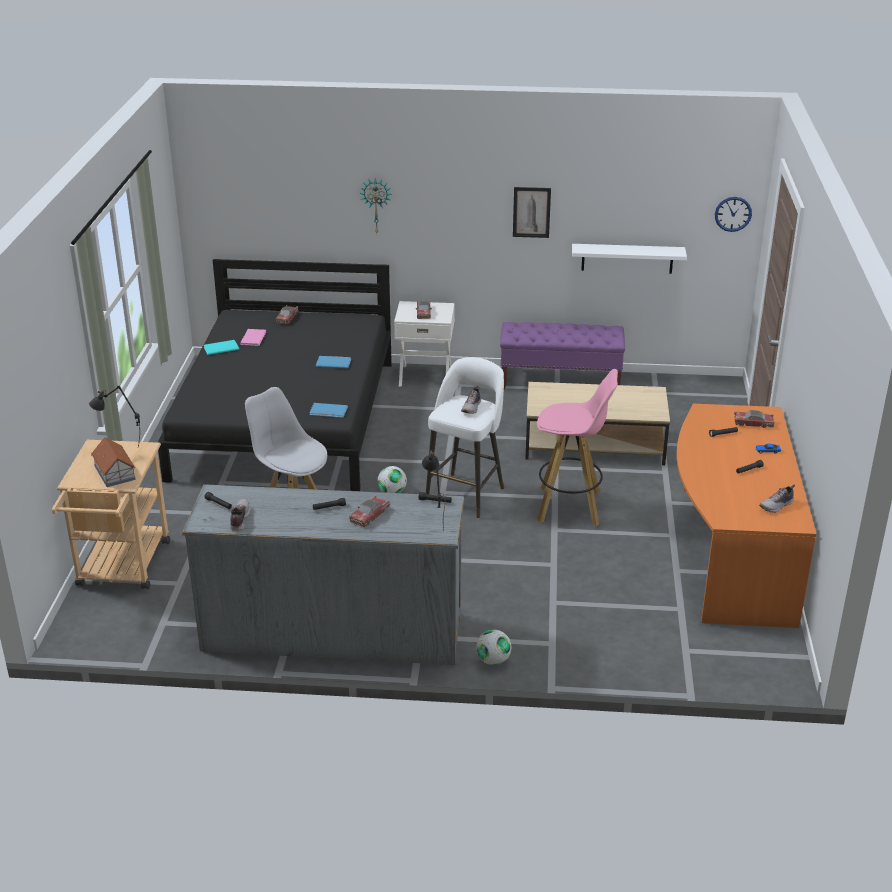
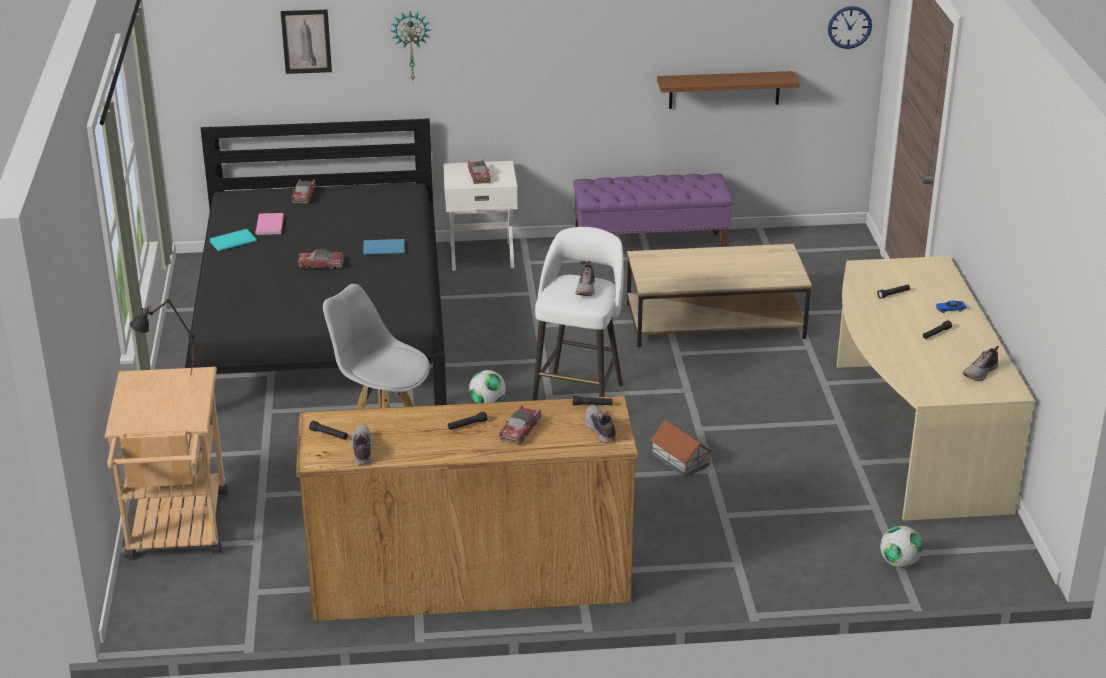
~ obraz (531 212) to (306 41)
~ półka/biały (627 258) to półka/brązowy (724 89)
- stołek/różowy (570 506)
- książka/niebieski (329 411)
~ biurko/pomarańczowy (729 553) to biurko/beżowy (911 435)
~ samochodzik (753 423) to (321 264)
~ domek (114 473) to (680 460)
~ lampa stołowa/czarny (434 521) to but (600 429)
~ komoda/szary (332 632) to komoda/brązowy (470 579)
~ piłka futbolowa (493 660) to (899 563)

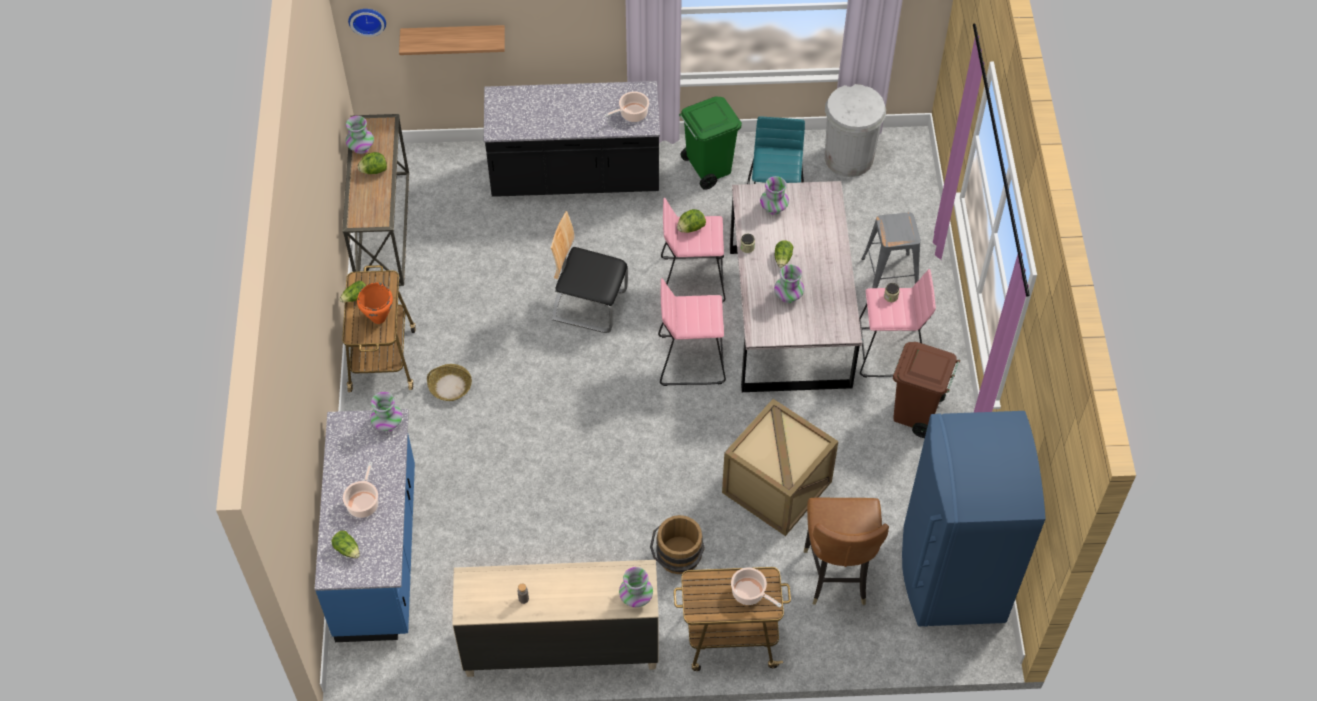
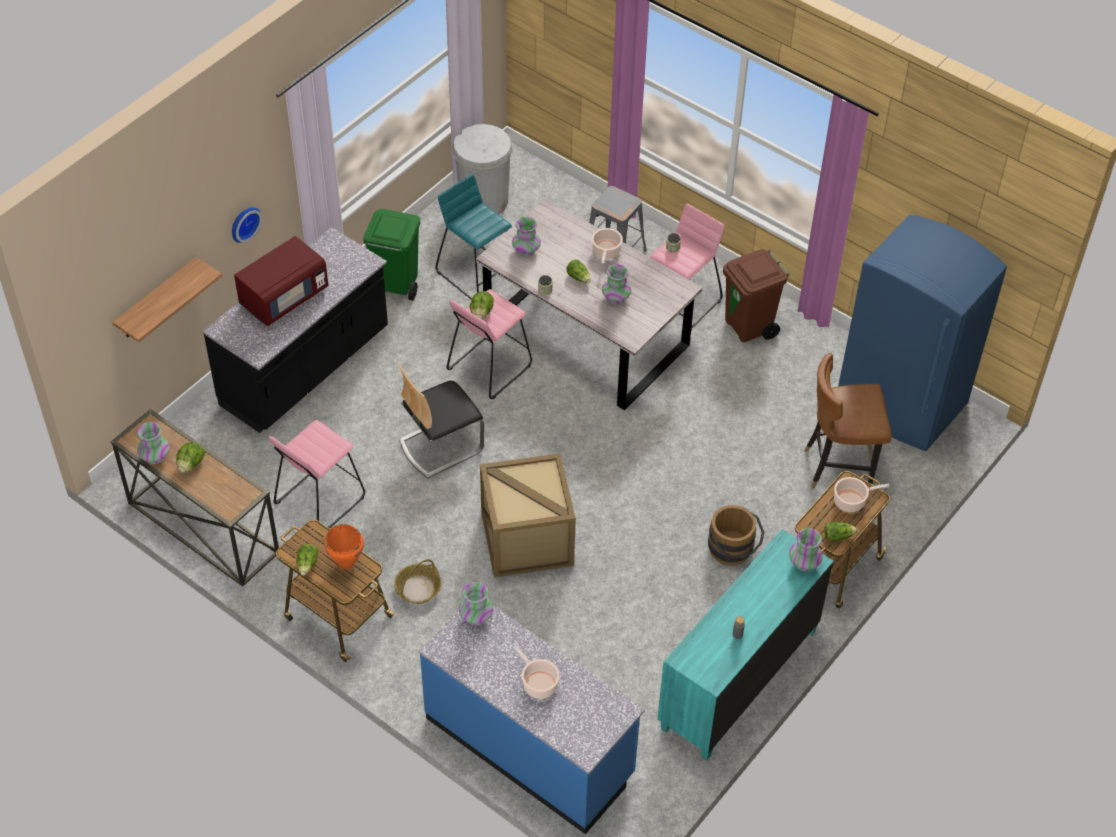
~ zegar ścienny (367 19) to (243 223)
~ garnek (632 114) to (606 252)
~ stołek/różowy (691 359) to (319 500)
~ skrzynka (778 487) to (528 537)
~ krzesło/brązowy (837 575) = (838 467) 135 degrees clockwise
~ sałata (347 549) to (838 536)
~ komoda/beżowy (560 646) to komoda/turkusowy (737 679)
+ mikrofalówka/czerwony (284 297)

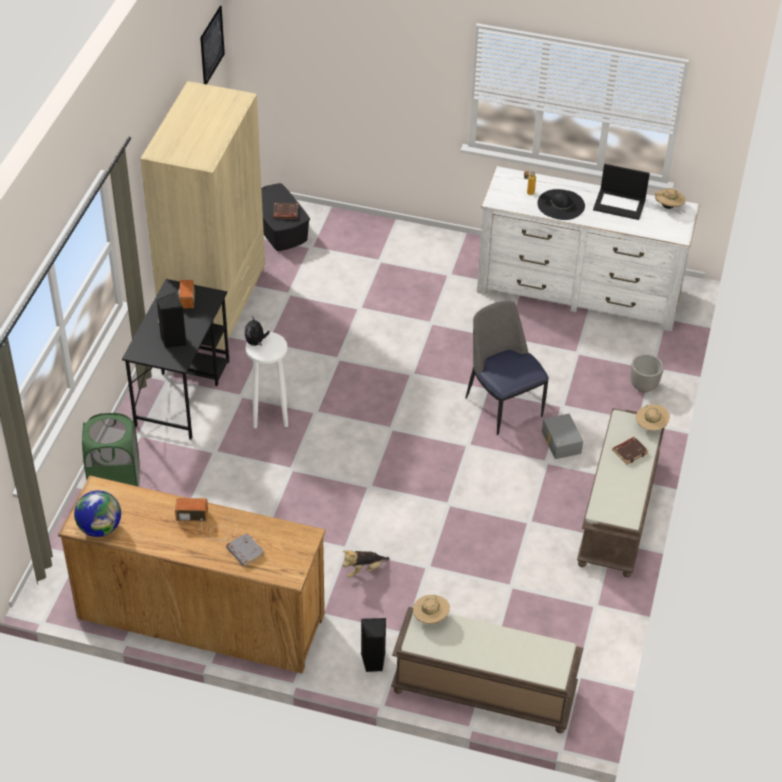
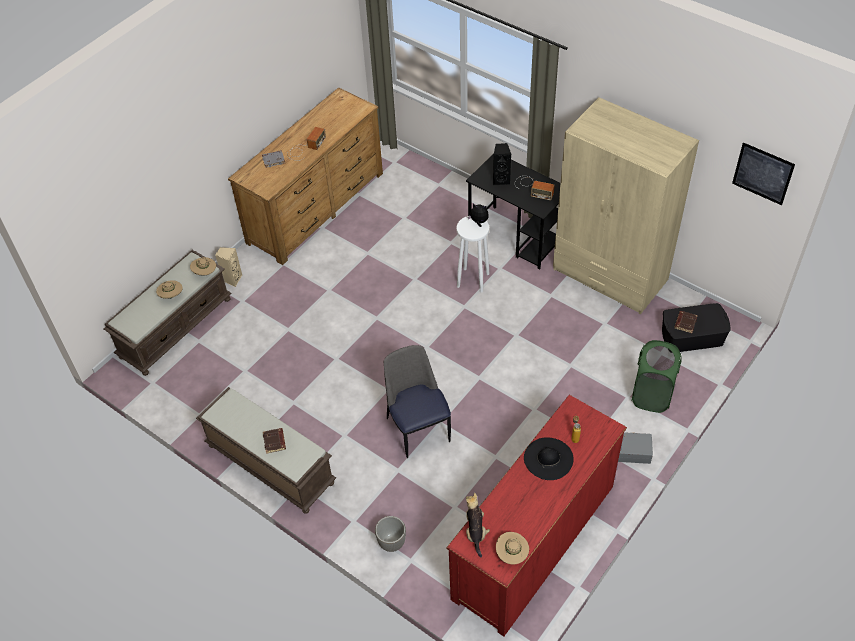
- laptop (620 204)
~ komoda/biały (579 291) to komoda/czerwony (534 541)
~ krzesło (503 405) = (418 428) 105 degrees counterclockwise
~ kapelusz/beżowy (650 426) to (171 295)
~ kosz na pranie/zielony (115 482) to (651 395)
~ pojemnik do przechowywania/szary (560 442) to (632 451)
- globus (100 528)
~ pluszak (363 570) to (475 531)
~ głośnik/czarny (373 661) to głośnik/beżowy (232 279)

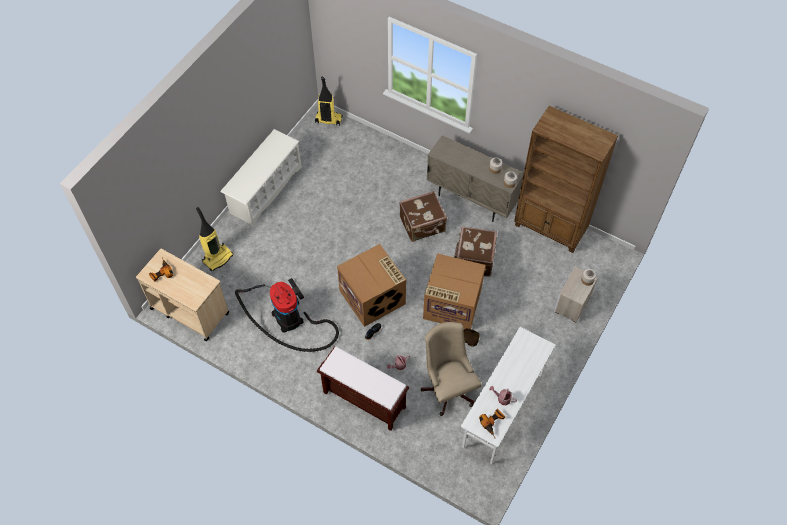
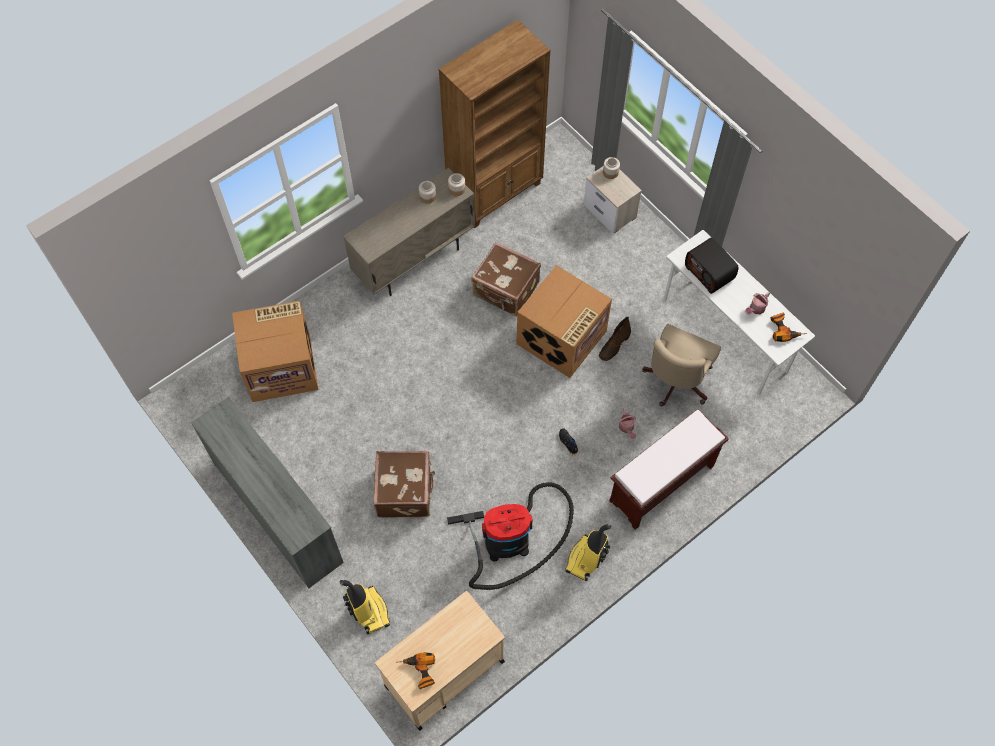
~ odkurzacz (328 120) to (586 559)
~ regał na buty/biały (265 190) to komoda/szary (278 511)
~ walizka/brązowy (423 225) to (405 491)
~ karton (373 297) to (282 365)
~ krzesło biurowe/beżowy (448 387) = (674 382) 60 degrees counterclockwise
+ radio (710 272)

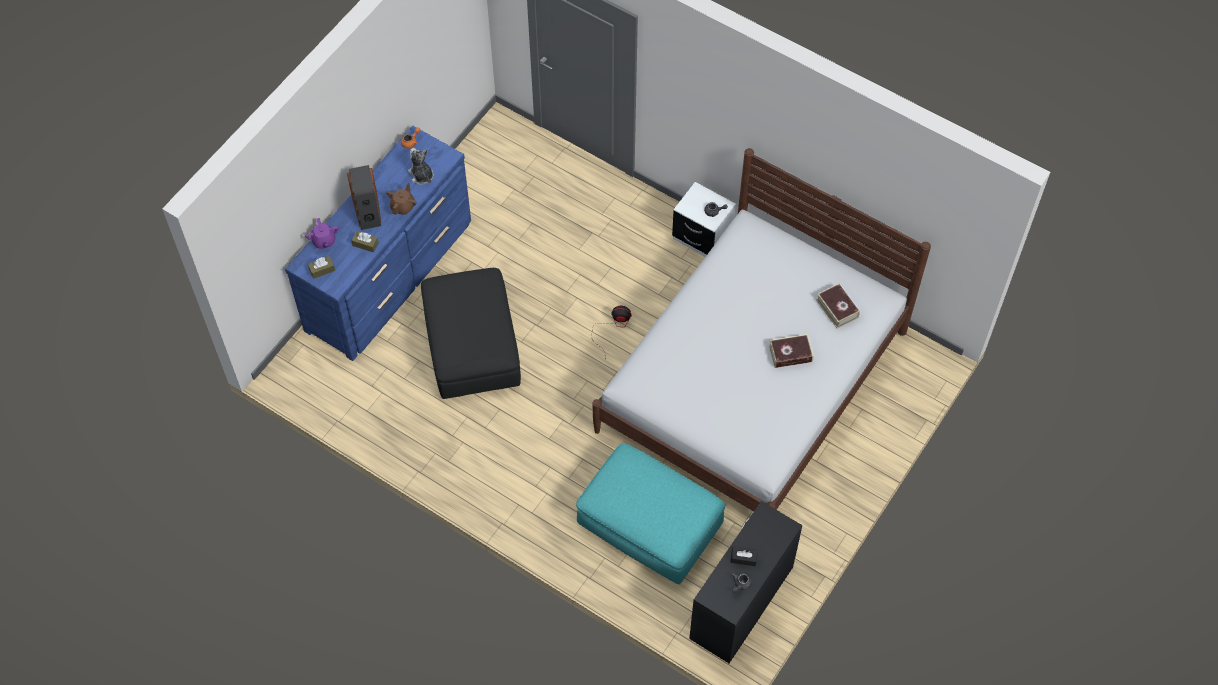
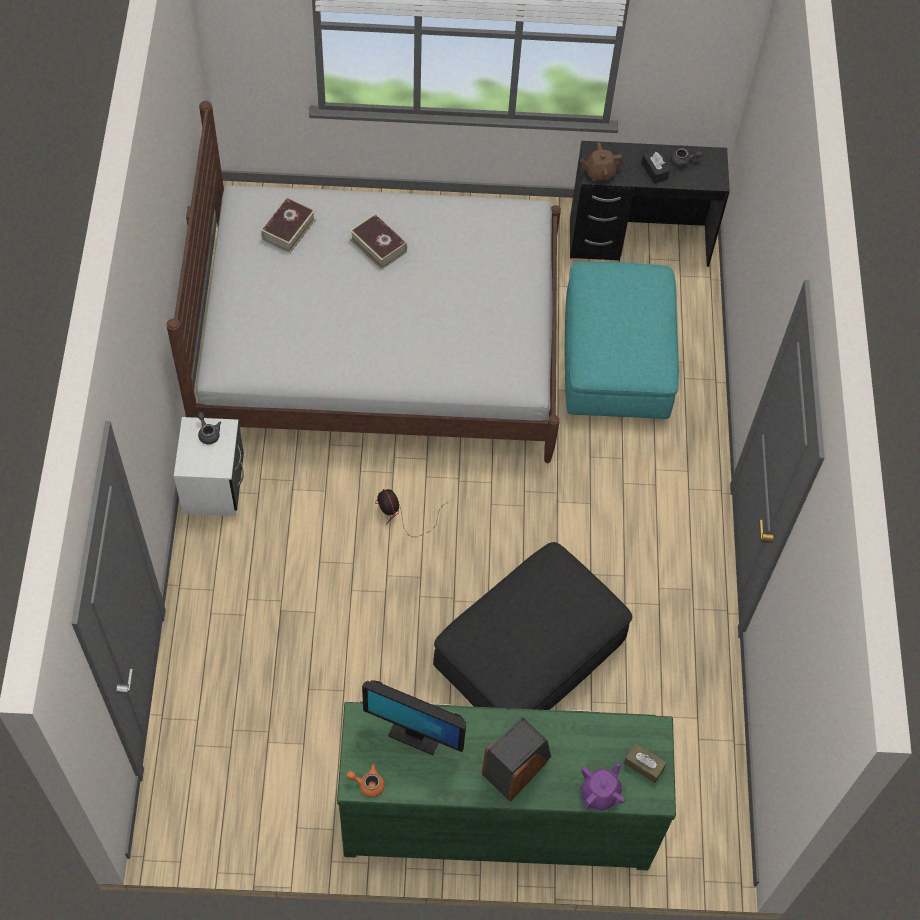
~ komoda/niebieski (390 275) to komoda/zielony (496 815)
~ pluszak (421 175) to monitor (415 734)
~ imbryk/brązowy (403 206) to (599 172)
- pudełko chusteczek/brązowy (365 244)

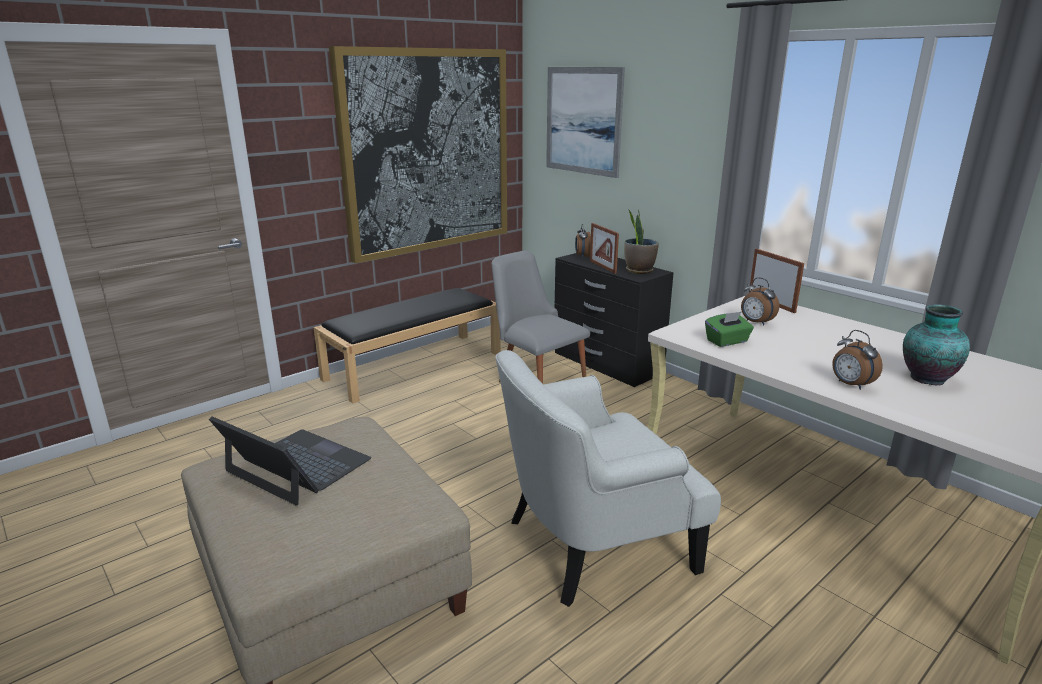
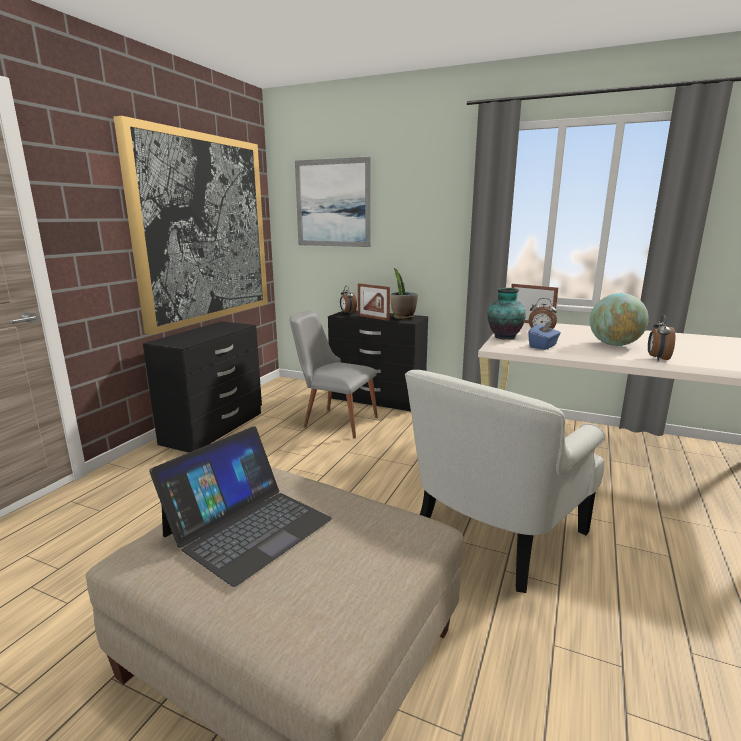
~ ławka/czarny (415 365) to komoda/czarny (215 428)
~ wazon (926 379) to (503 337)
~ pudełko chusteczek/zielony (727 341) to pudełko chusteczek/niebieski (543 346)
~ budzik (850 385) = (657 358) 75 degrees clockwise
~ laptop (297 466) = (248 527) 120 degrees clockwise
+ globus (614 345)

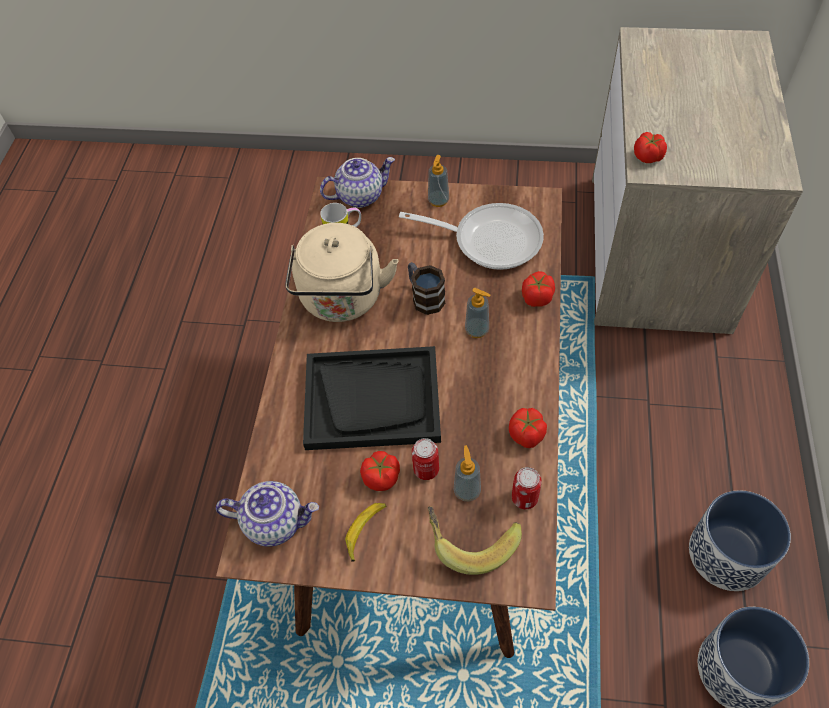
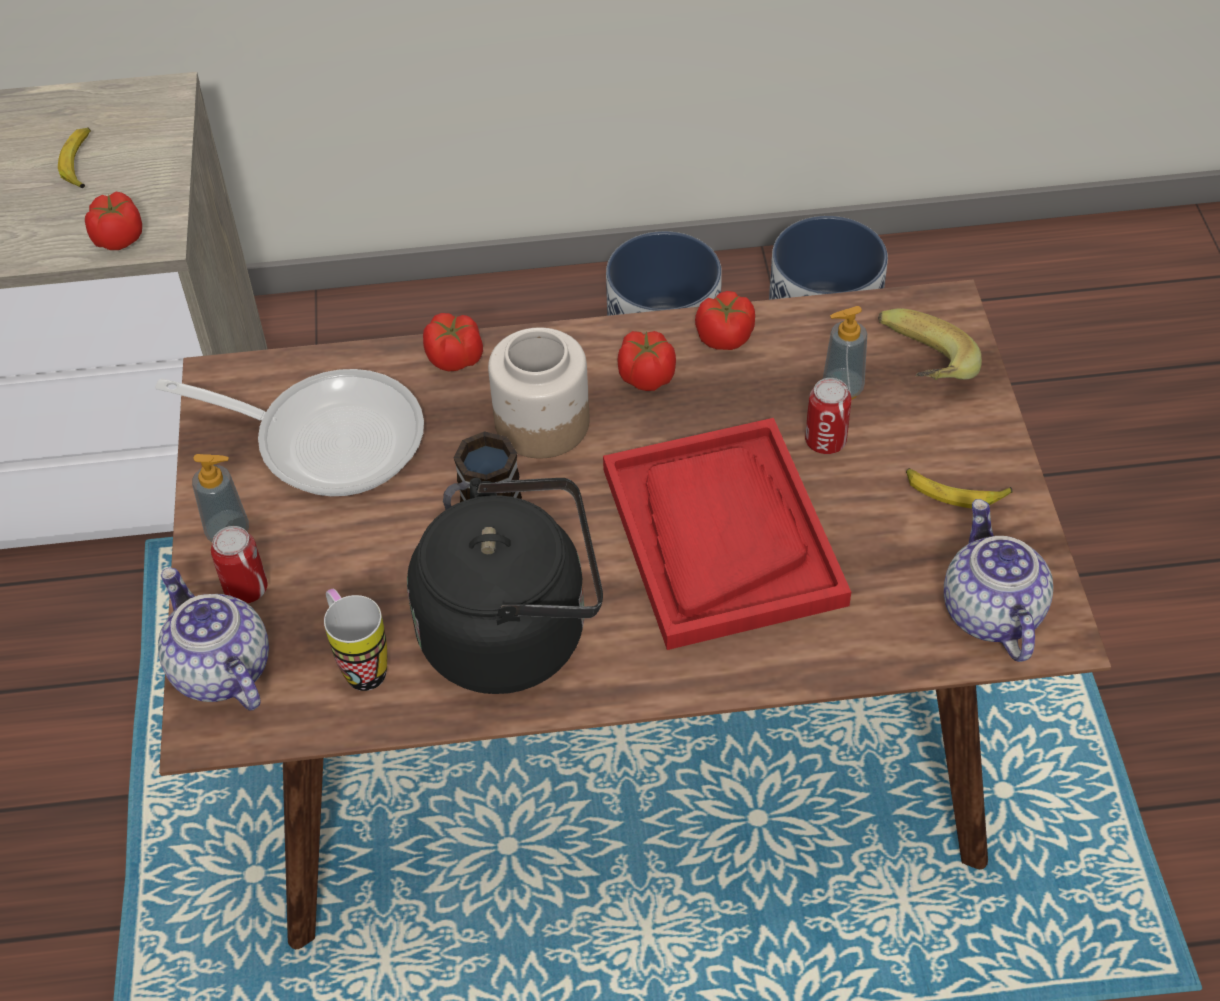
~ patelnia (489 239) = (327 438) 105 degrees clockwise
~ czajnik/beżowy (342 301) to czajnik/czarny (515 632)
~ dozownik mydła (477 330) to słoik (541 424)
~ taca/czarny (373 399) to taca/czerwony (721 535)
~ pomidor (381 477) to (646 376)
~ puszka (524 498) to (246 589)
+ banan (80 163)

